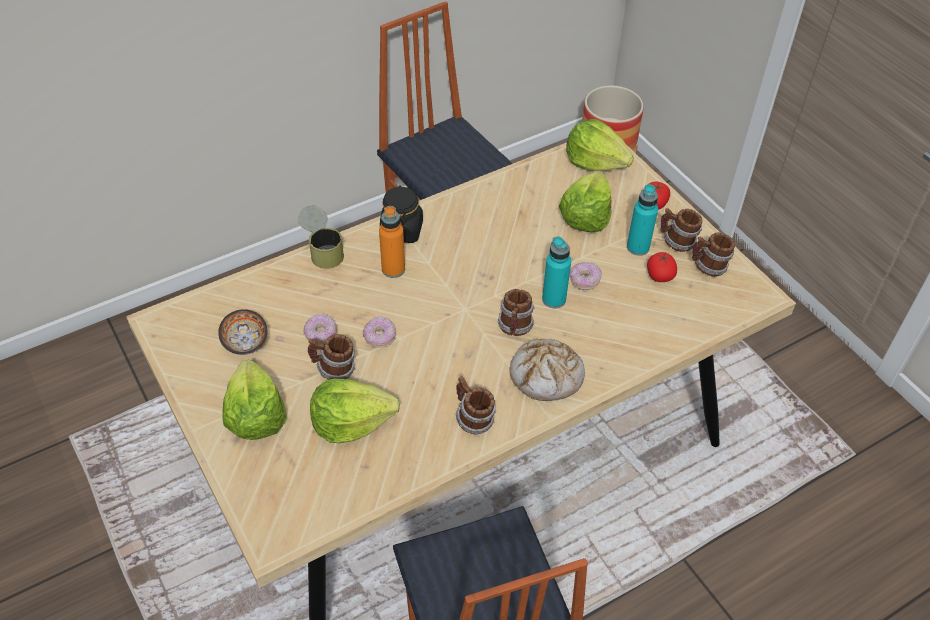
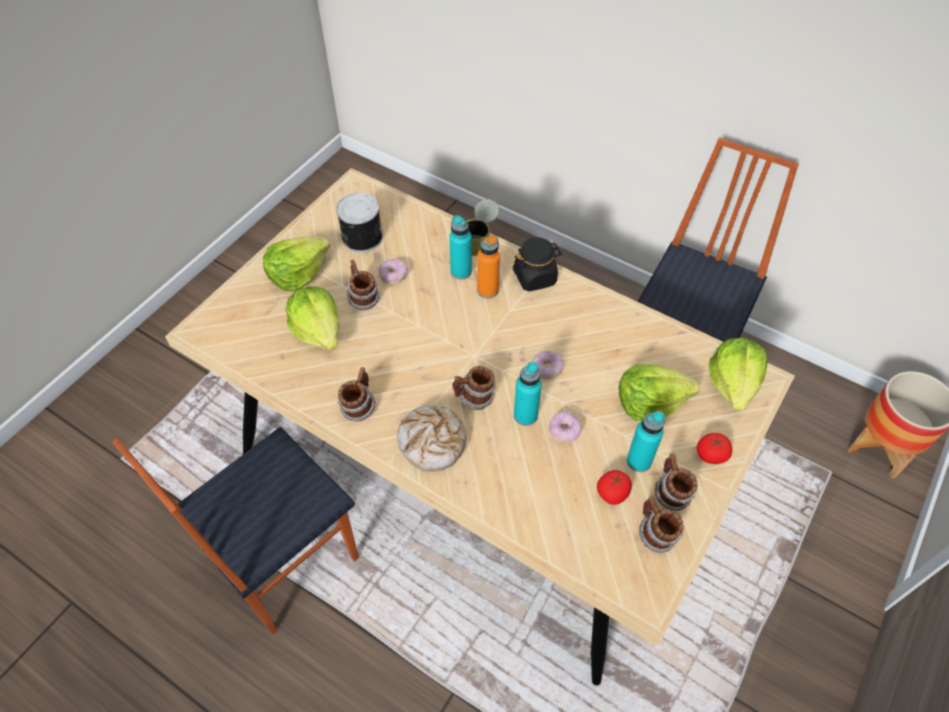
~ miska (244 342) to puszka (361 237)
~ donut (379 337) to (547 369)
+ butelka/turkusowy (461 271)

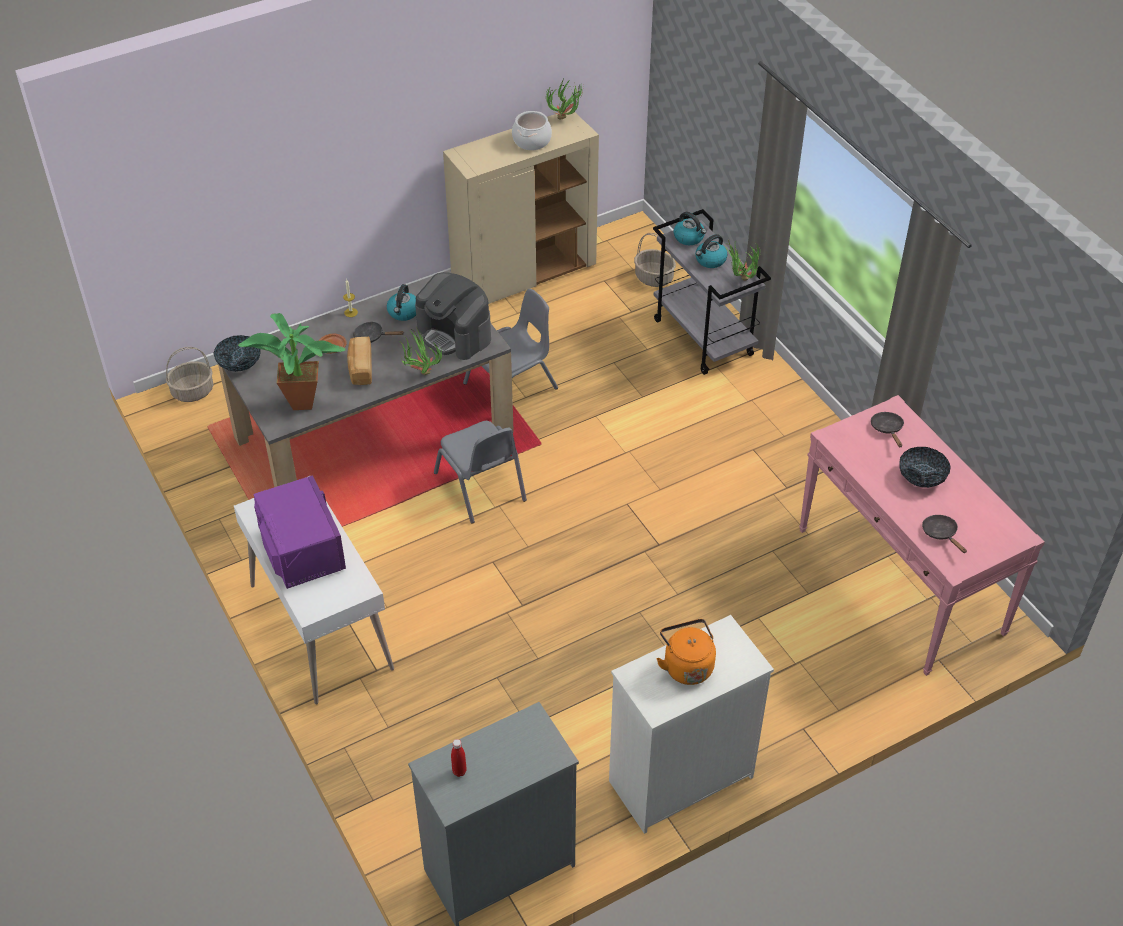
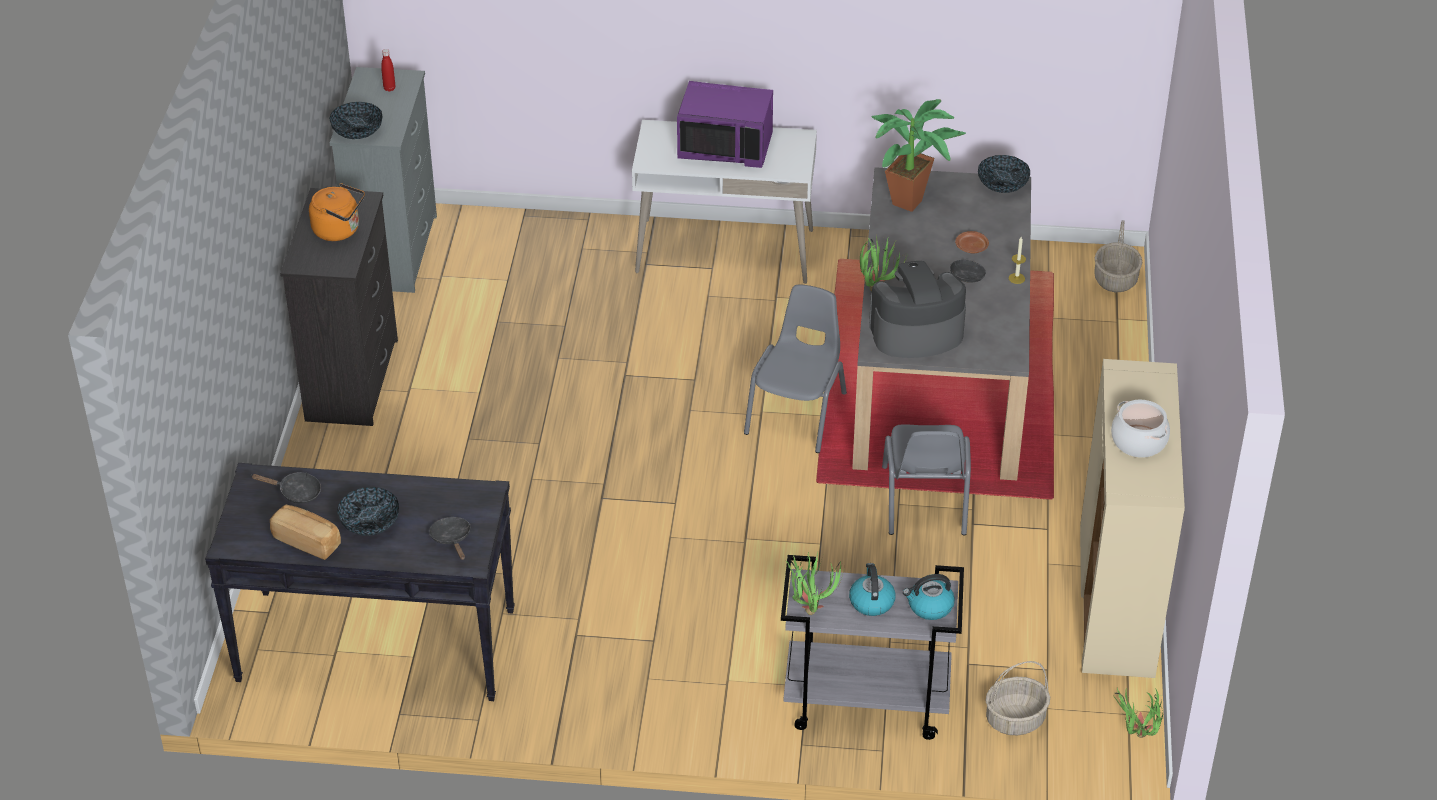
~ roślina doniczkowa (566 120) to (1136 738)
- czajnik (403 312)
~ chleb (360 369) to (307 541)
~ stolik konsolowy/różowy (901 581) to stolik konsolowy/czarny (375 645)
~ patelnia/czarny (887 429) = (452 539) 135 degrees counterclockwise
~ krzesło/szary (480 487) = (797 413) 105 degrees clockwise
~ komoda/biały (679 779) to komoda/czarny (353 379)
+ miska (357 132)

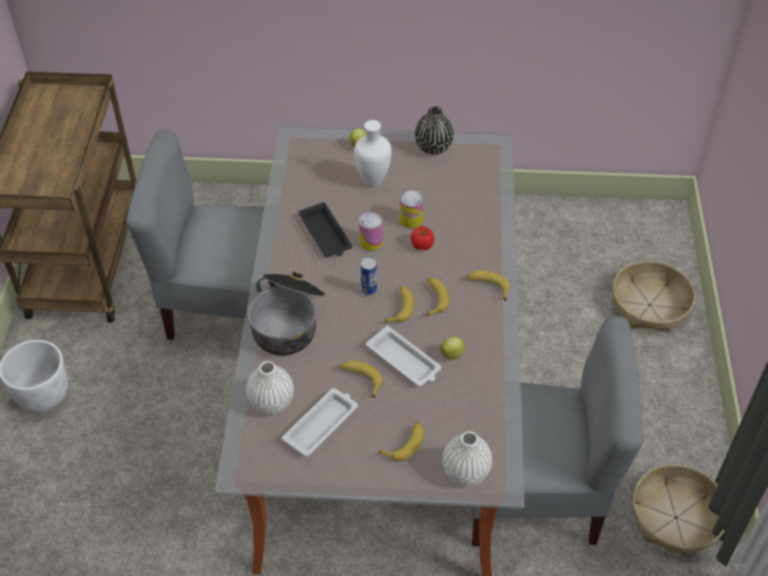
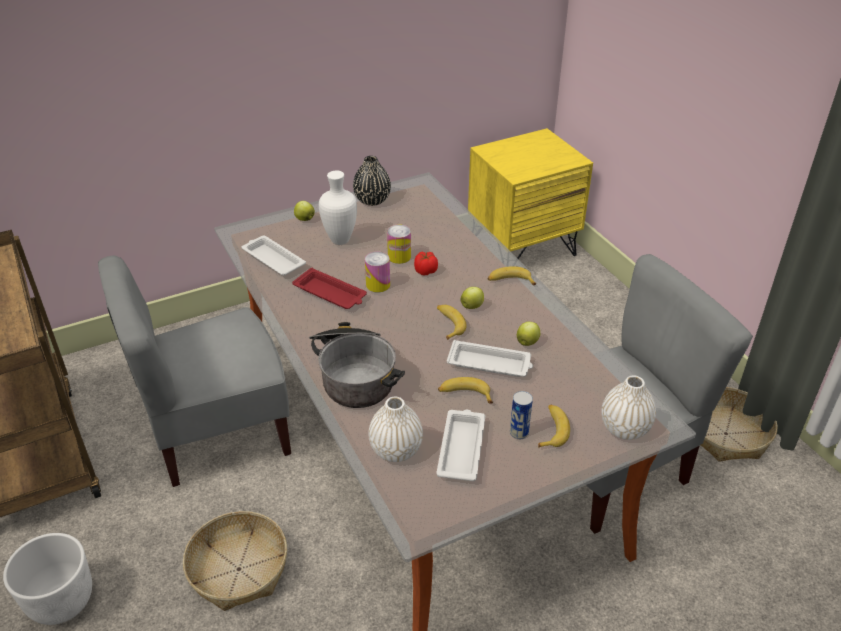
~ taca/czarny (325 234) to taca/czerwony (331 294)
~ puszka (369 290) to (519 432)
~ koszyk (650 305) to (239 569)
~ banan (434 298) to jabłko (472 306)
+ szafka nocna/żółty (522 247)
+ taca/biały (273 259)

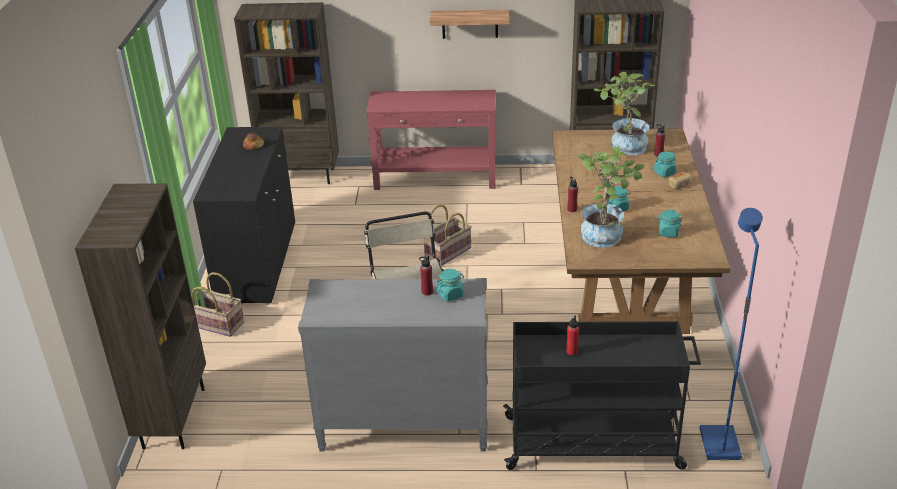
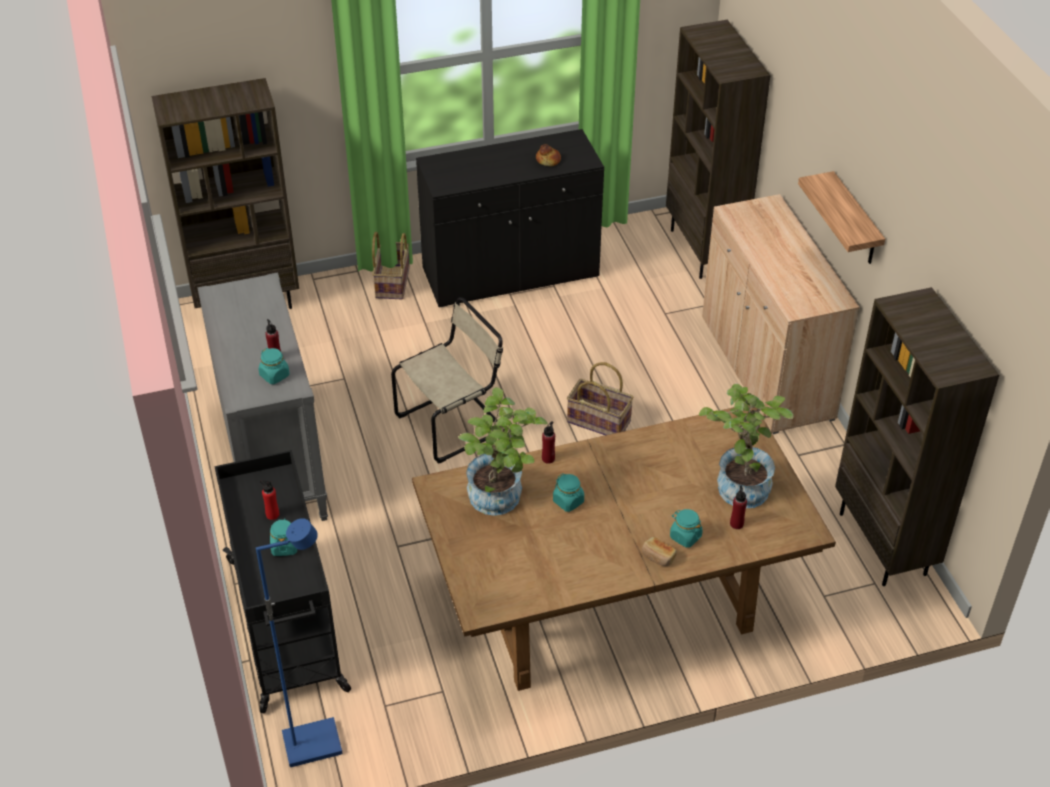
~ stolik konsolowy/czerwony (436 178) to szafka/beżowy (766 368)
~ słoik/turkusowy (668 233) to (284 547)

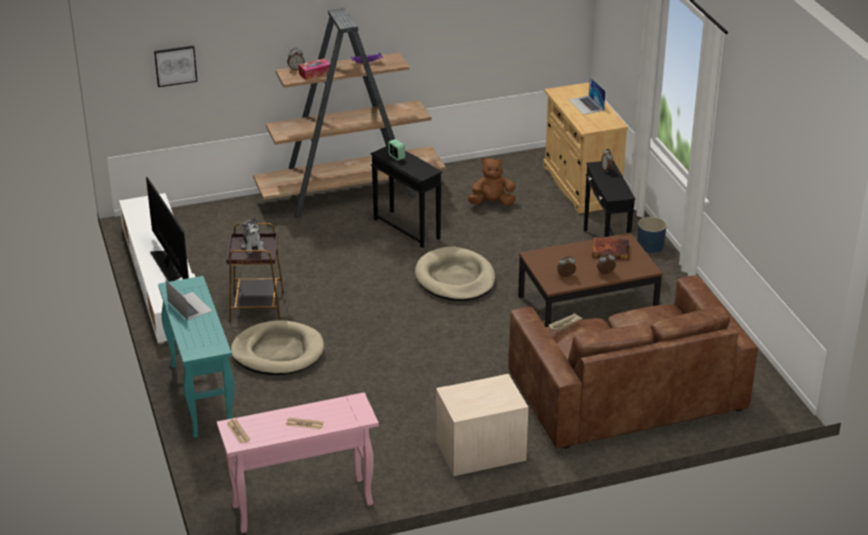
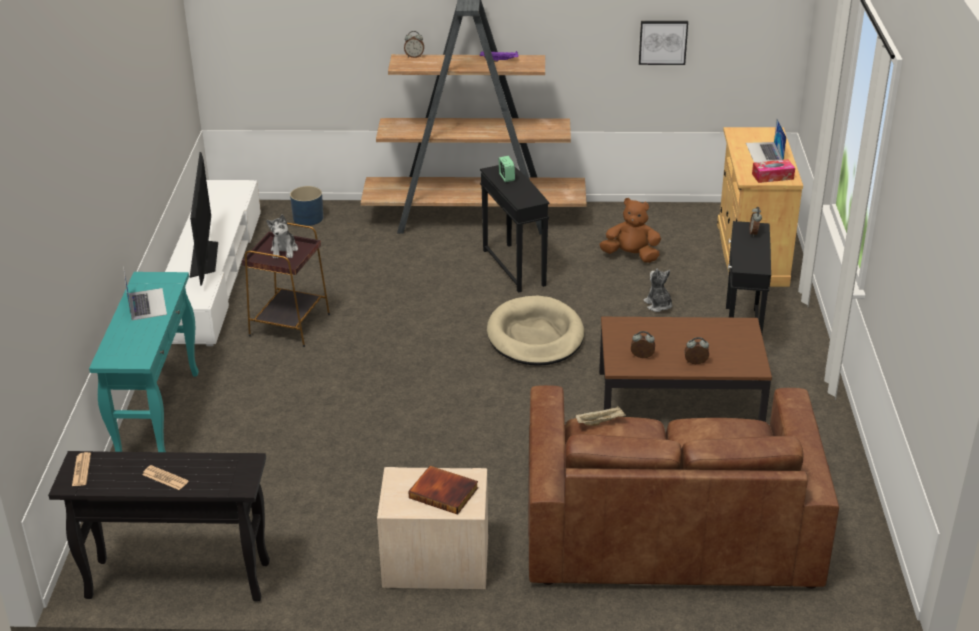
~ obraz (175 65) to (663 42)
~ pudełko chusteczek (315 73) to (772 176)
~ donica/niebieski (650 245) to (308 218)
~ książka (611 250) to (444 492)
- legowisko/beżowy (278 352)
~ stolik konsolowy/różowy (301 506) to stolik konsolowy/czarny (177 581)
+ pluszak (658 305)

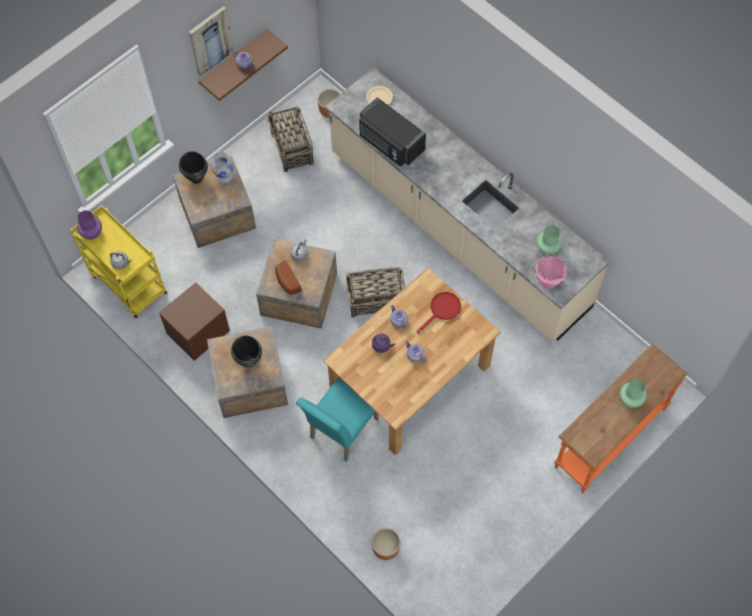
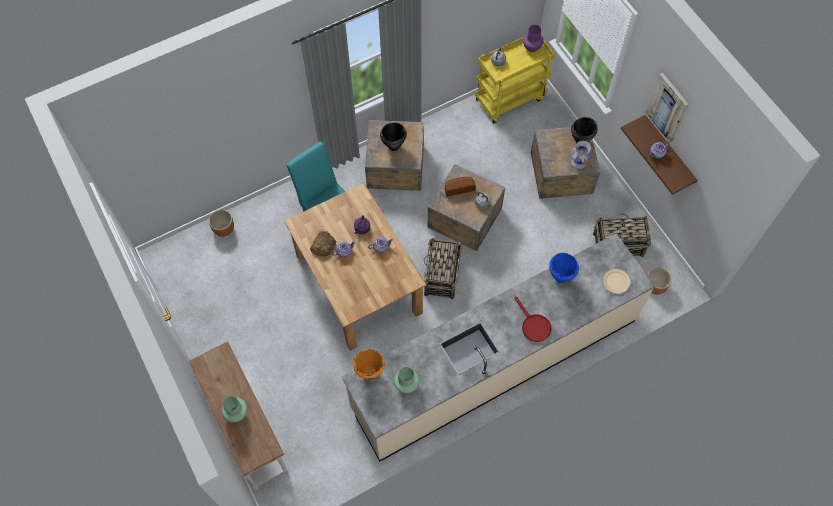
~ mikrofalówka/czarny (390 143) to garnek/niebieski (560 278)
~ garnek/różowy (547 283) to garnek/pomarańczowy (369 372)
- szafka nocna/brązowy (198 332)
~ patelnia/czerwony (442 310) to (533 325)
~ stolik konsolowy/pomarańczowy (609 437) to stolik konsolowy/biały (249 430)
+ chleb (323 245)

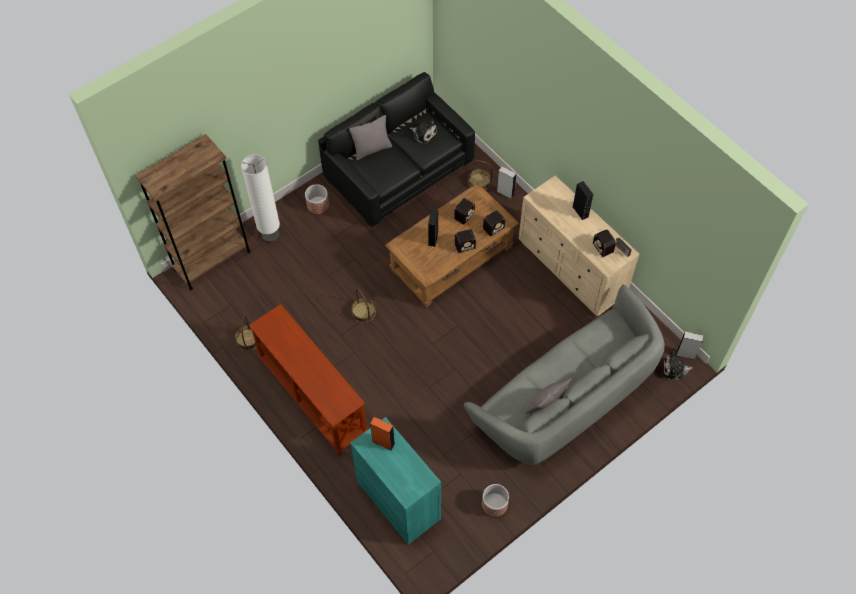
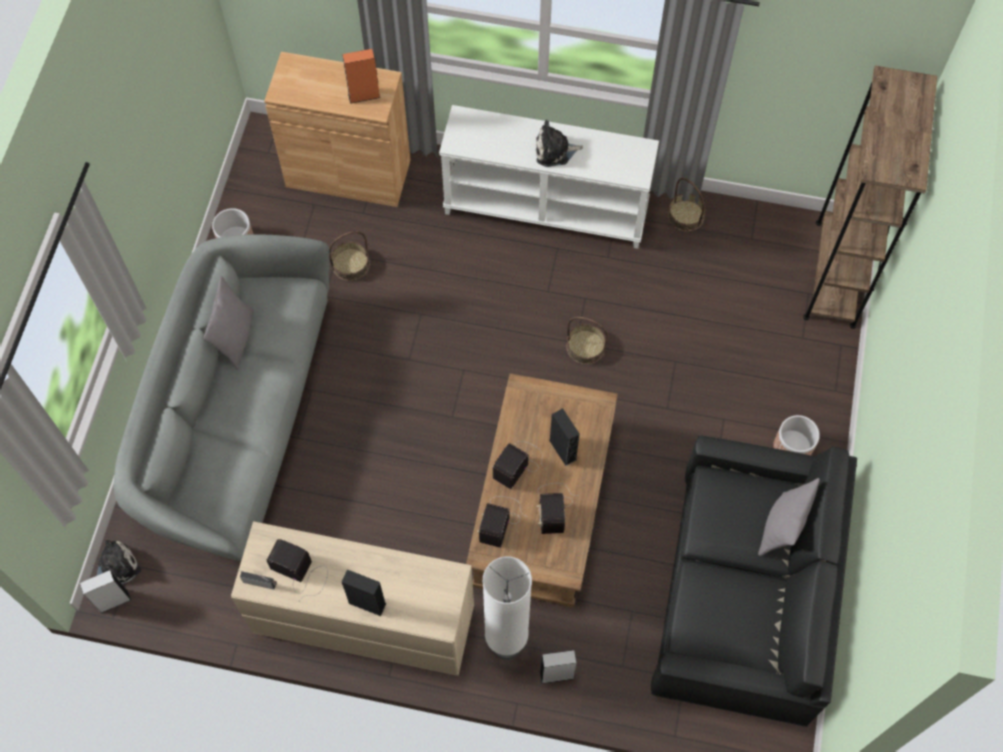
~ pluszak (423 134) to (555 151)
~ lampa stojąca/biały (270 235) to (506 643)
~ koszyk (479 182) to (350 264)
~ stolik konsolowy/brązowy (312 396) to stolik konsolowy/biały (546 208)
~ szafka/turkusowy (398 500) to szafka/brązowy (348 173)

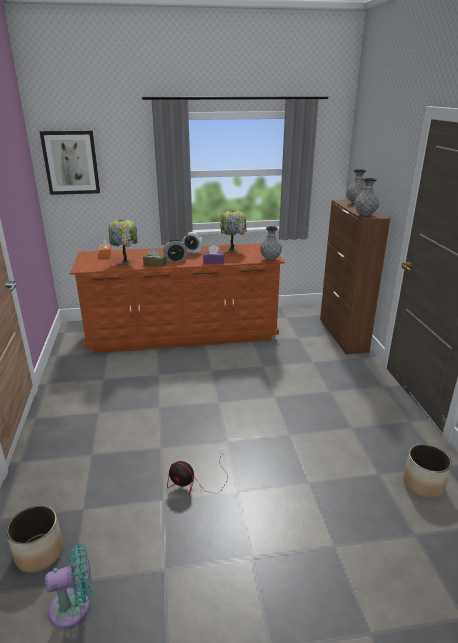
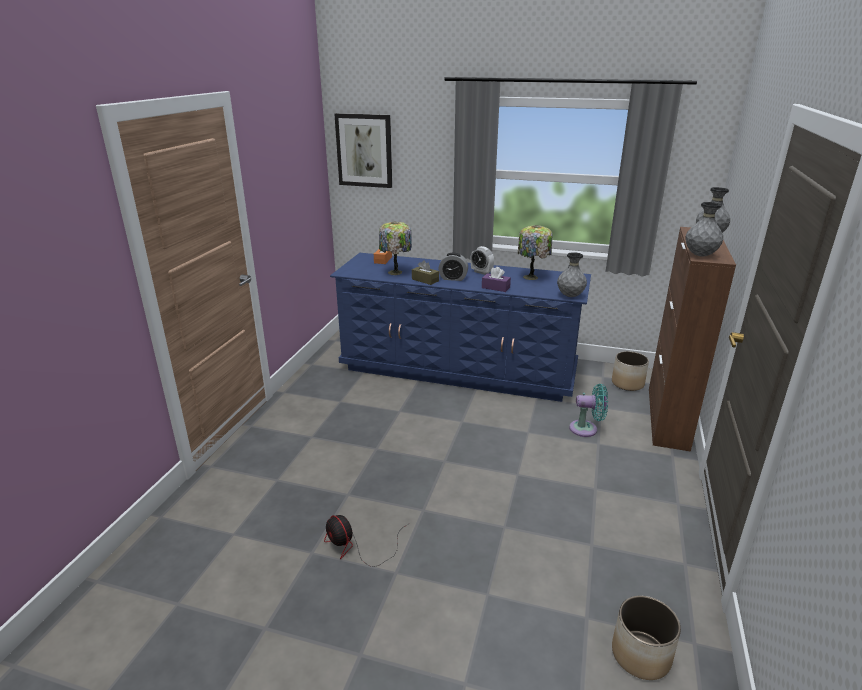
~ komoda/brązowy (182 333) to komoda/niebieski (458 369)
~ donica (39 552) to (627 383)
~ wentylator/turkusowy (74 606) to (586 429)

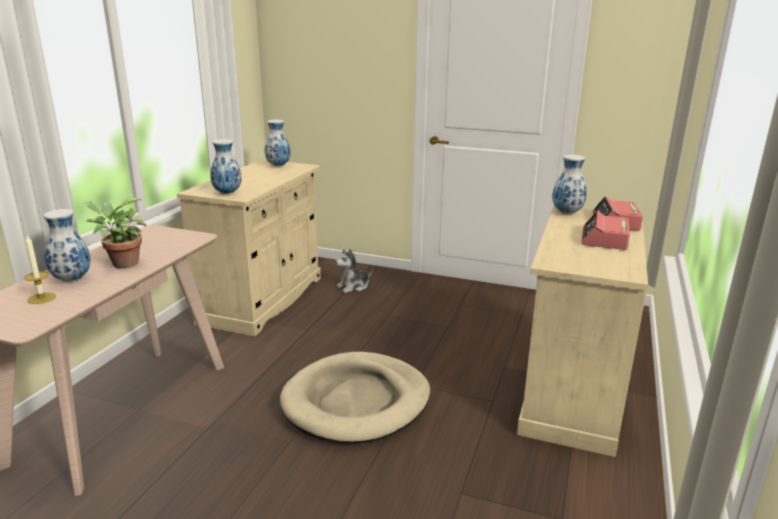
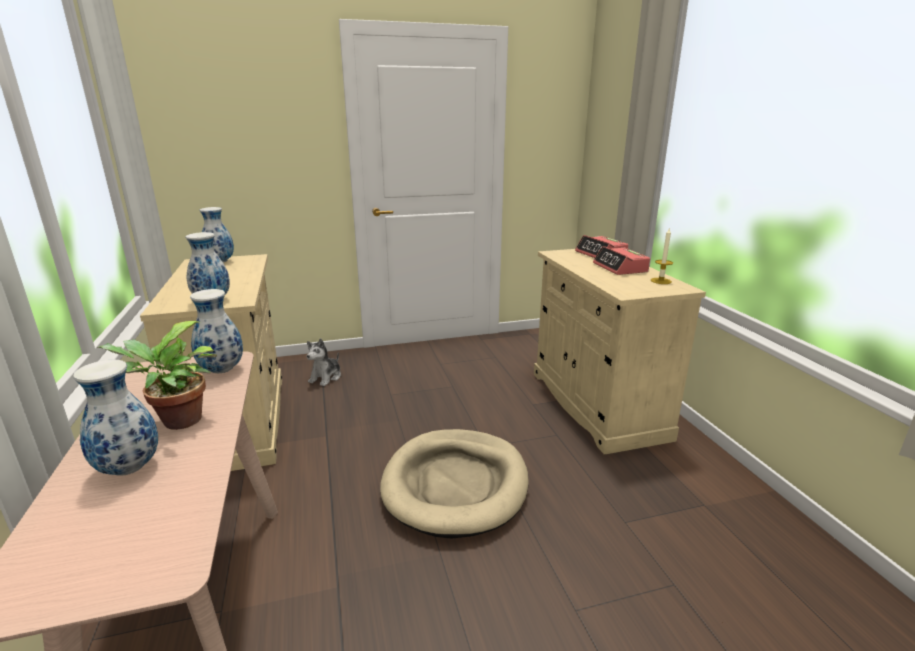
~ wazon (567 213) to (223 370)
~ świeca (41 298) to (661 281)

